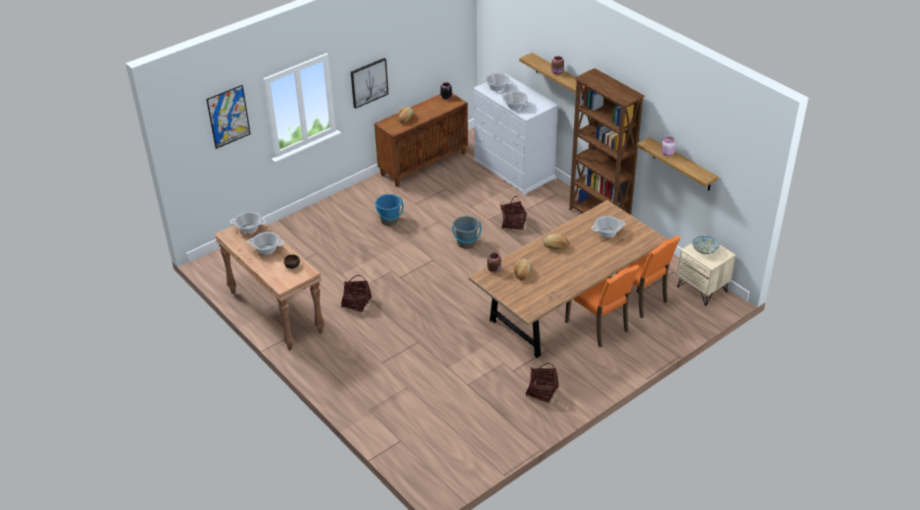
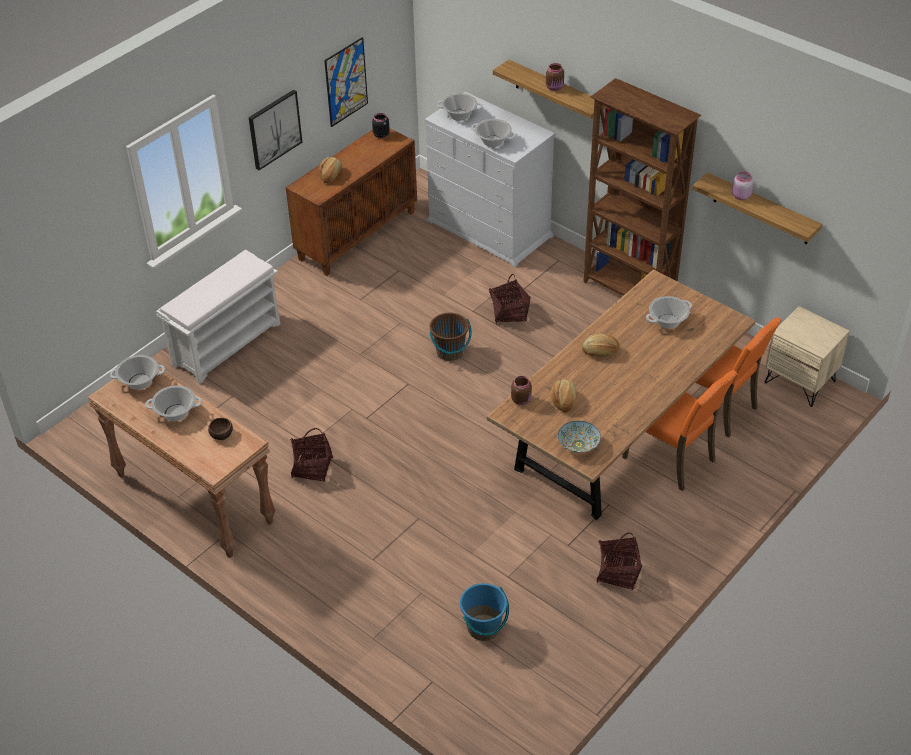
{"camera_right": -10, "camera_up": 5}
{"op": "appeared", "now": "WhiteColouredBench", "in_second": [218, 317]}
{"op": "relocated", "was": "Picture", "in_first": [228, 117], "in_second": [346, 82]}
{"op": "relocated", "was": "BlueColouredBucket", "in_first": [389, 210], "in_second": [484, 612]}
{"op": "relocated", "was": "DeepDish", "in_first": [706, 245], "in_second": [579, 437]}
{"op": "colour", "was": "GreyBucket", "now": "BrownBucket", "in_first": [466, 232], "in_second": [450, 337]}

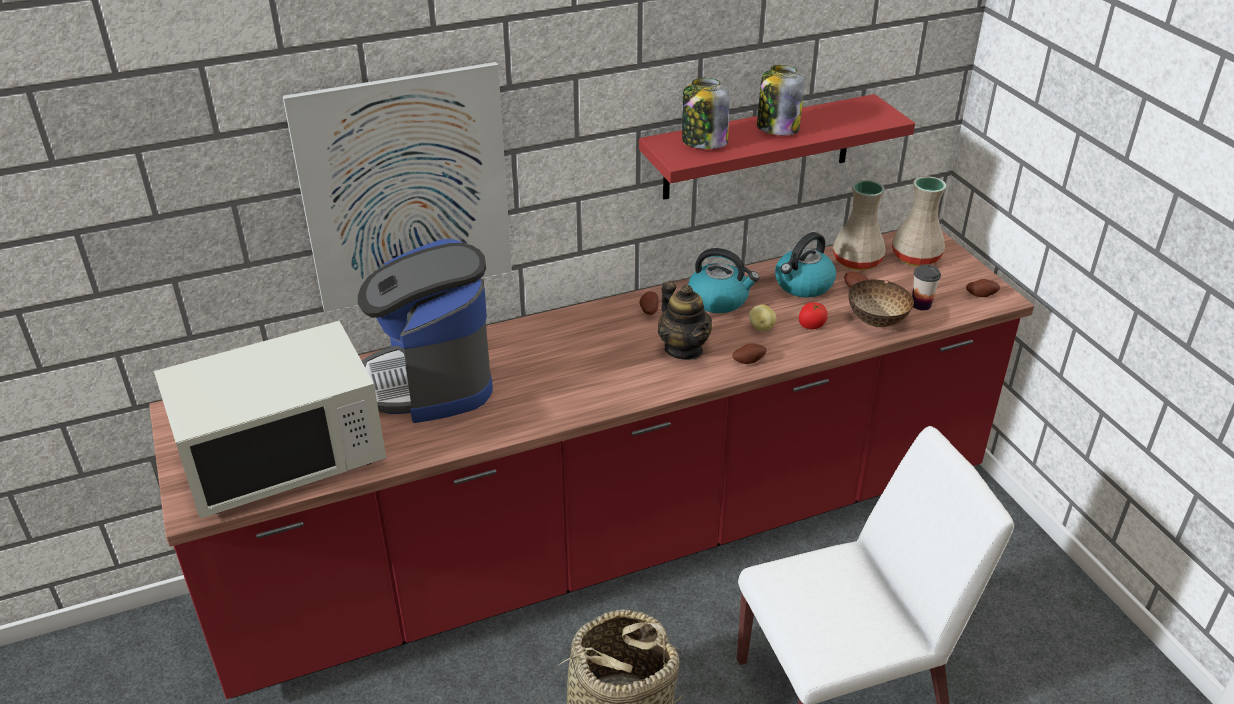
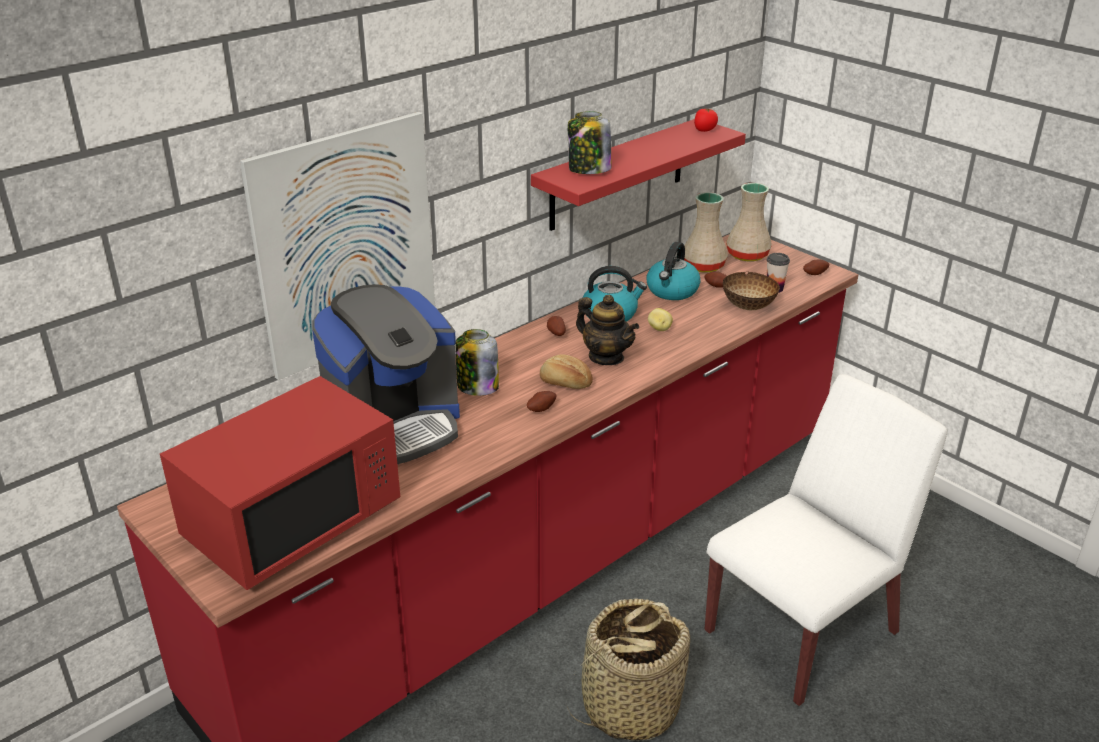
{"camera_right": -20, "camera_up": -5}
{"op": "appeared", "now": "BakeryBread", "in_second": [566, 371]}
{"op": "relocated", "was": "Potato", "in_first": [749, 353], "in_second": [541, 401]}
{"op": "relocated", "was": "StorageJar", "in_first": [780, 100], "in_second": [477, 362]}
{"op": "relocated", "was": "FreshTomato", "in_first": [813, 315], "in_second": [706, 120]}
{"op": "colour", "was": "WhiteColouredKitchenMicrowave", "now": "ReddishKitchenMicrowave", "in_first": [270, 420], "in_second": [280, 483]}
{"op": "spun", "was": "CoffeeBrewer", "in_first": [425, 331], "in_second": [386, 374], "clockwise": -90}

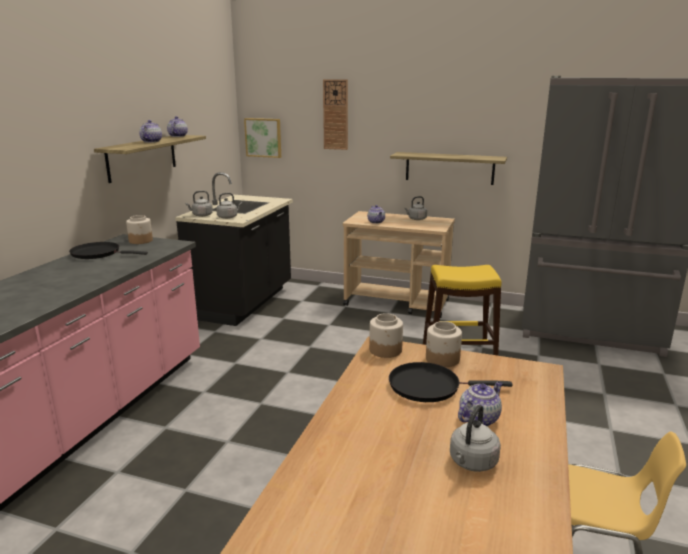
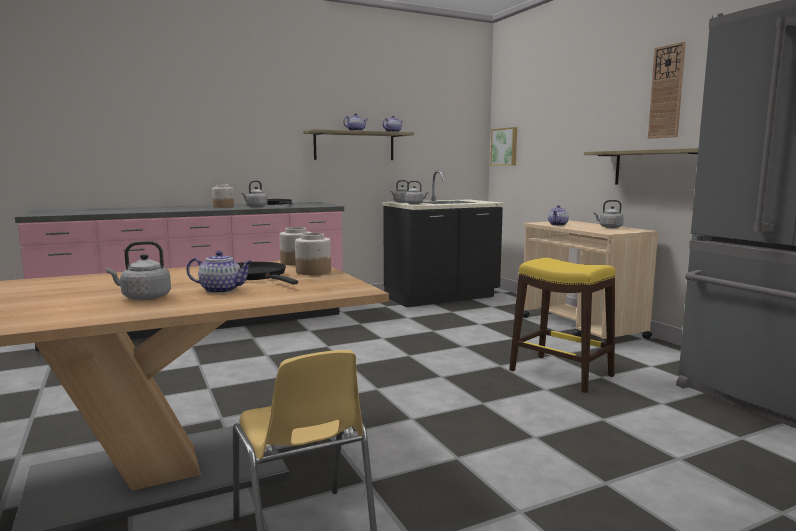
{"camera_right": 45, "camera_up": -10}
{"op": "appeared", "now": "GreyWaterKettle", "in_second": [255, 193]}
{"op": "relocated", "was": "StorageJar", "in_first": [139, 229], "in_second": [223, 196]}
{"op": "relocated", "was": "WallClock", "in_first": [335, 114], "in_second": [667, 90]}

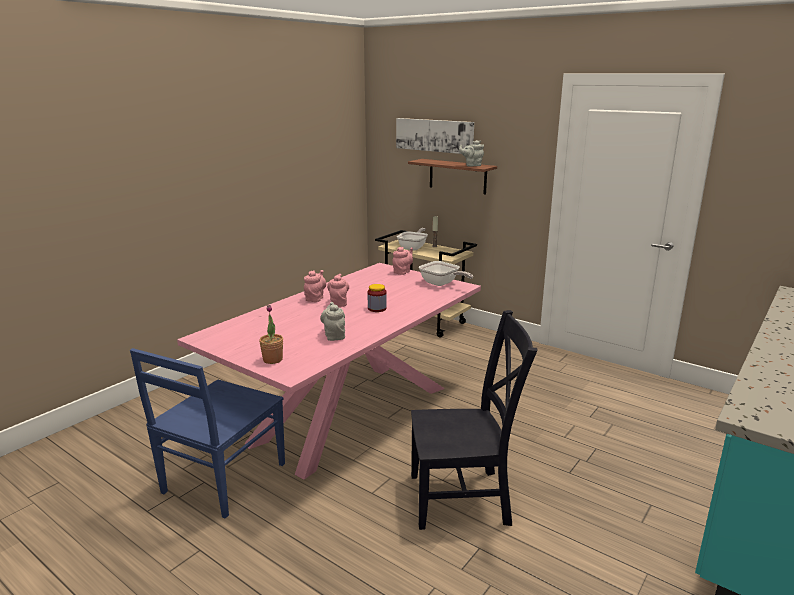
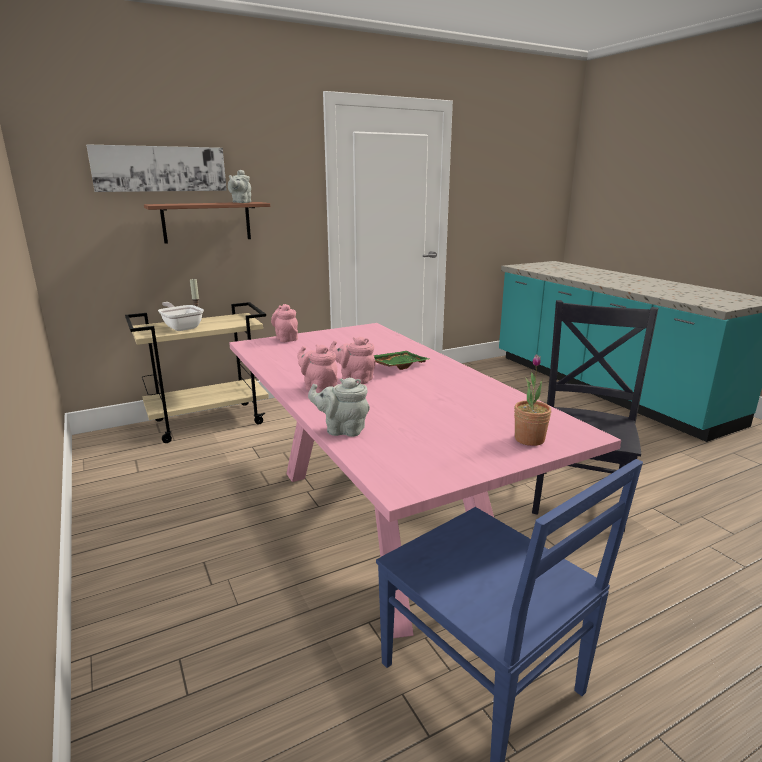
{"camera_right": -65, "camera_up": 0}
{"op": "missing", "was": "Pan", "in_first": [446, 273]}
{"op": "relocated", "was": "GreyTeaPot", "in_first": [332, 321], "in_second": [339, 407]}
{"op": "exchanged", "was": "StorageJar", "now": "GreenishCarryingTray", "in_first": [377, 298], "in_second": [401, 360]}

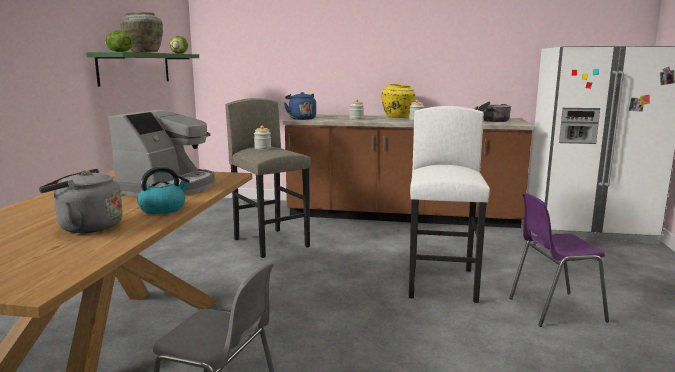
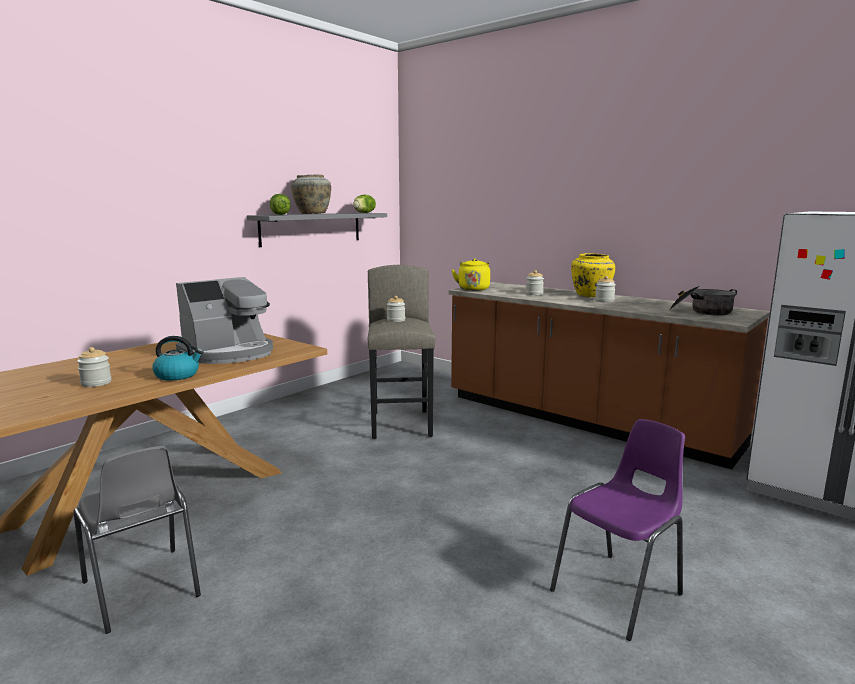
{"camera_right": 30, "camera_up": 0}
{"op": "missing", "was": "WhiteColouredStool", "in_first": [449, 204]}
{"op": "exchanged", "was": "GreyWaterKettle", "now": "StorageJar", "in_first": [81, 201], "in_second": [94, 367]}
{"op": "colour", "was": "GreenishWallShelf", "now": "GreyWallShelf", "in_first": [142, 69], "in_second": [317, 230]}
{"op": "colour", "was": "BlueColouredWaterKettle", "now": "YellowColouredWaterKettle", "in_first": [300, 106], "in_second": [471, 274]}
{"op": "spun", "was": "PurpleColouredPlainChair", "in_first": [559, 260], "in_second": [617, 530], "clockwise": 120}

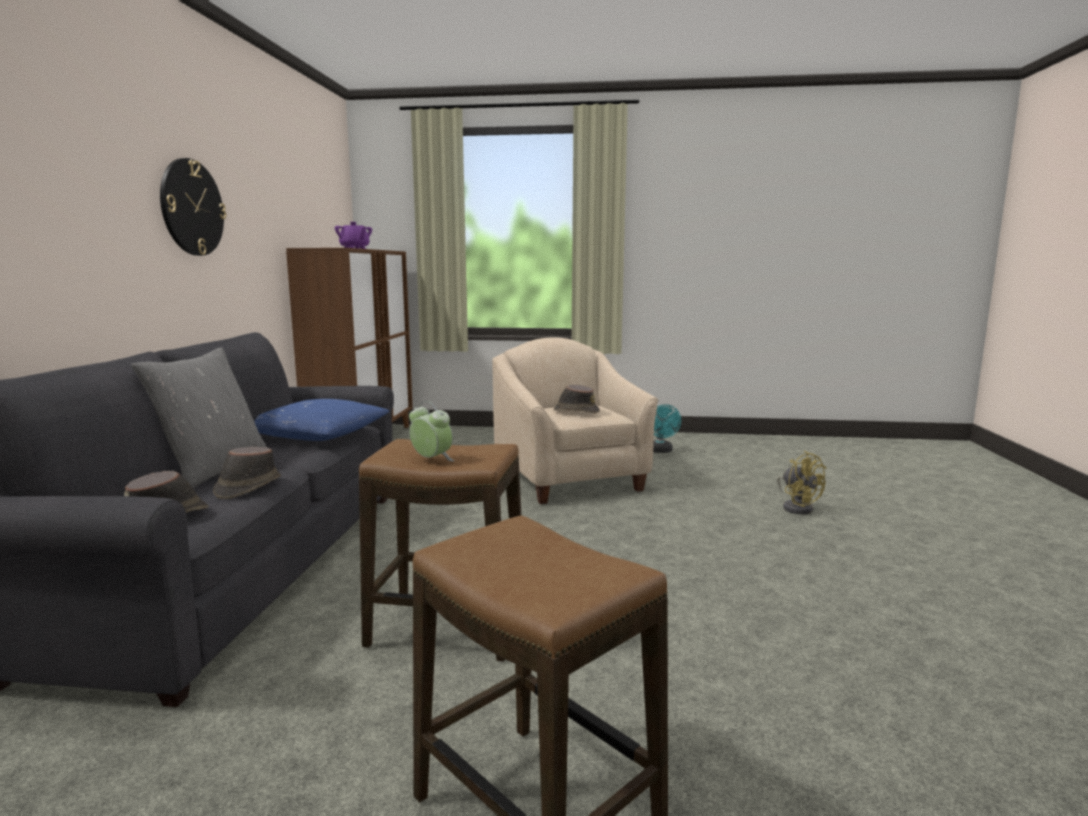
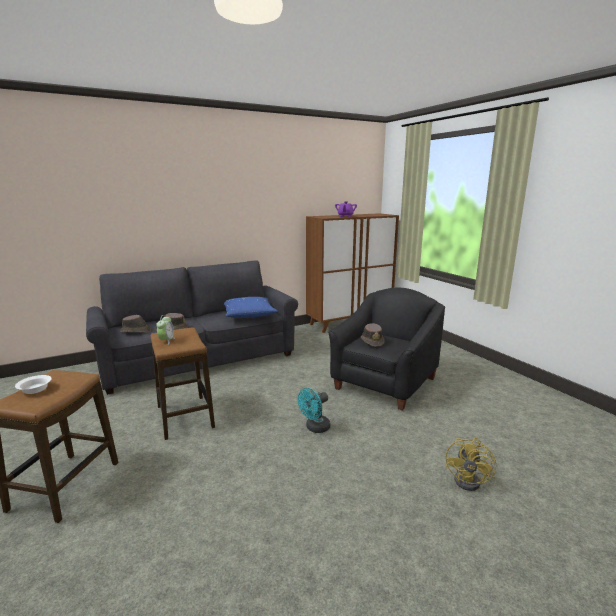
{"camera_right": 55, "camera_up": 5}
{"op": "missing", "was": "GreyThrowPillow", "in_first": [199, 417]}
{"op": "missing", "was": "WallClock", "in_first": [193, 207]}
{"op": "appeared", "now": "WhiteColouredDeepDish", "in_second": [33, 384]}
{"op": "relocated", "was": "TurquoiseColouredElectricFan", "in_first": [667, 428], "in_second": [314, 410]}
{"op": "colour", "was": "BeigeColouredLoungeChair", "now": "BlackLoungeChair", "in_first": [575, 420], "in_second": [387, 349]}

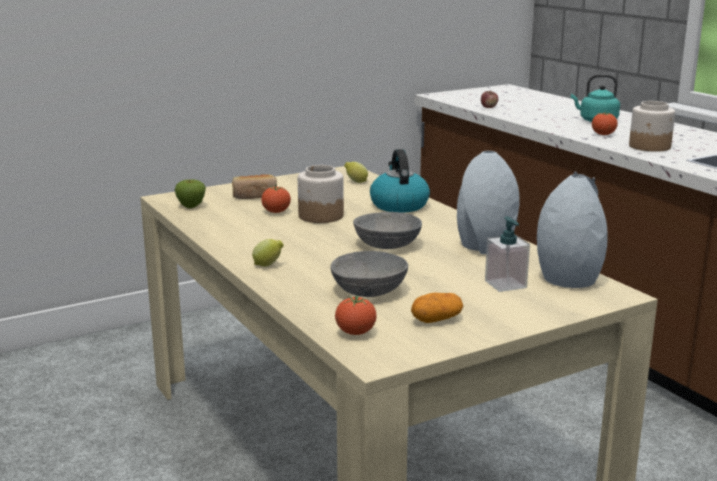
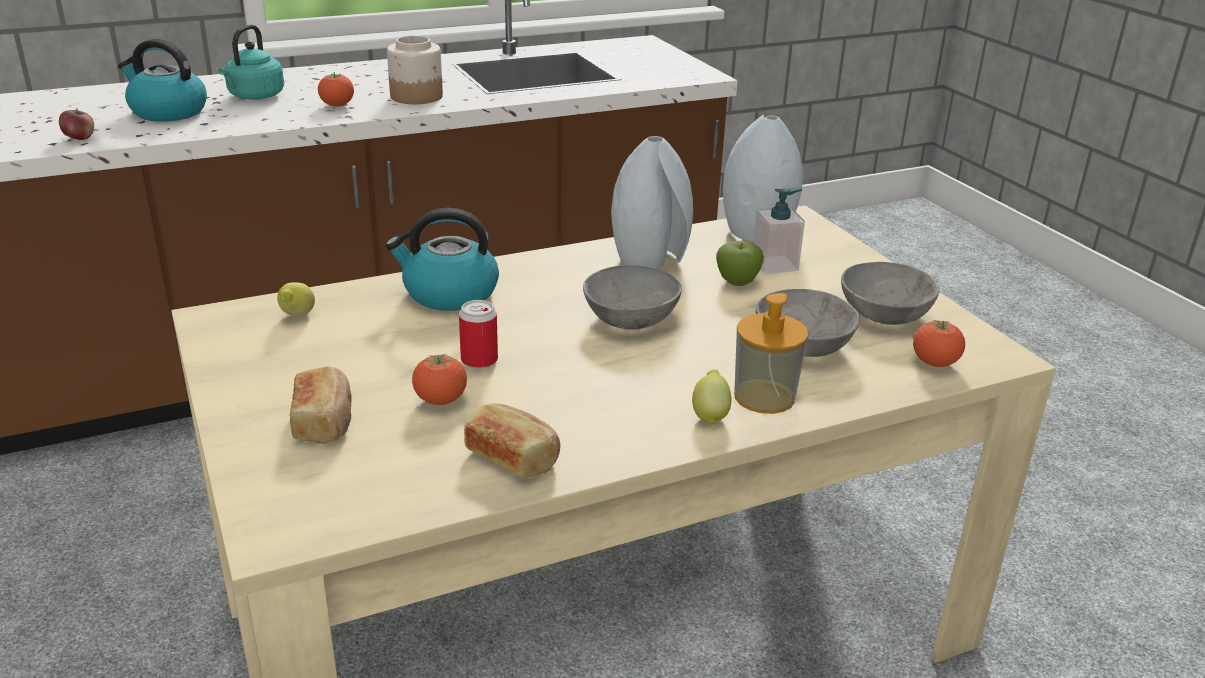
{"camera_right": -85, "camera_up": 10}
{"op": "appeared", "now": "WaterKettle", "in_second": [162, 80]}
{"op": "appeared", "now": "BakeryBread", "in_second": [512, 440]}
{"op": "appeared", "now": "SoapBottle", "in_second": [771, 353]}
{"op": "relocated", "was": "Apple", "in_first": [190, 193], "in_second": [740, 263]}
{"op": "exchanged", "was": "StorageJar", "now": "MetalCan", "in_first": [321, 194], "in_second": [478, 334]}
{"op": "exchanged", "was": "Potato", "now": "GreyDeepDish", "in_first": [437, 307], "in_second": [890, 293]}

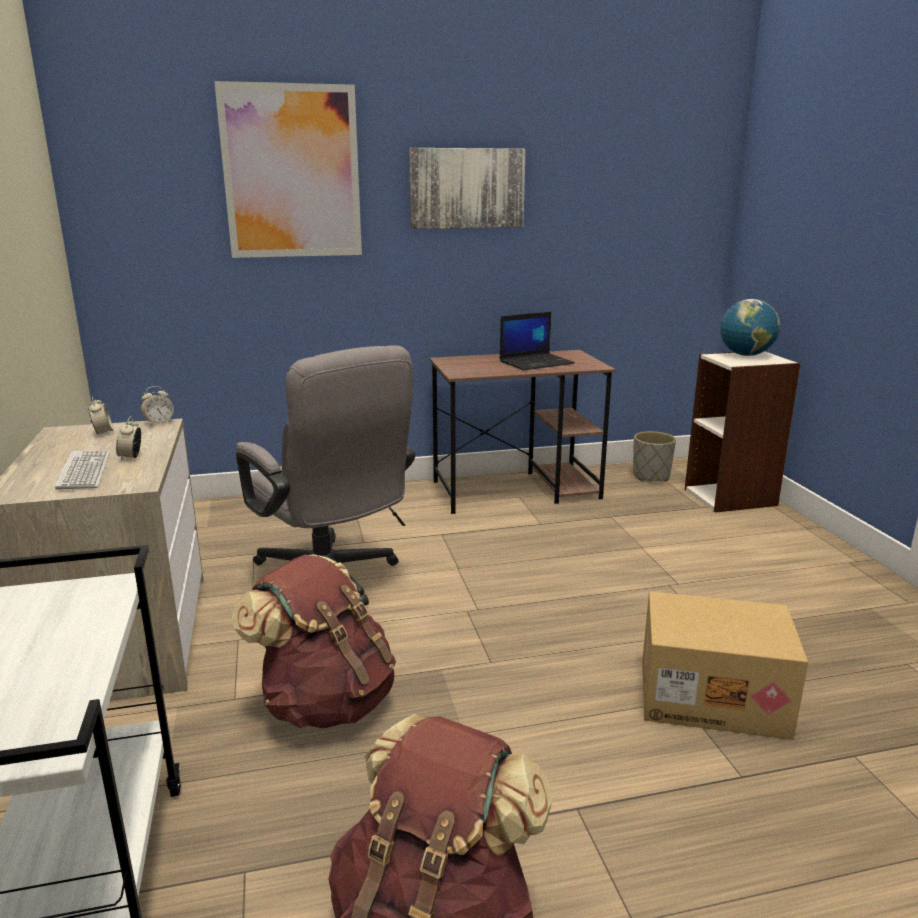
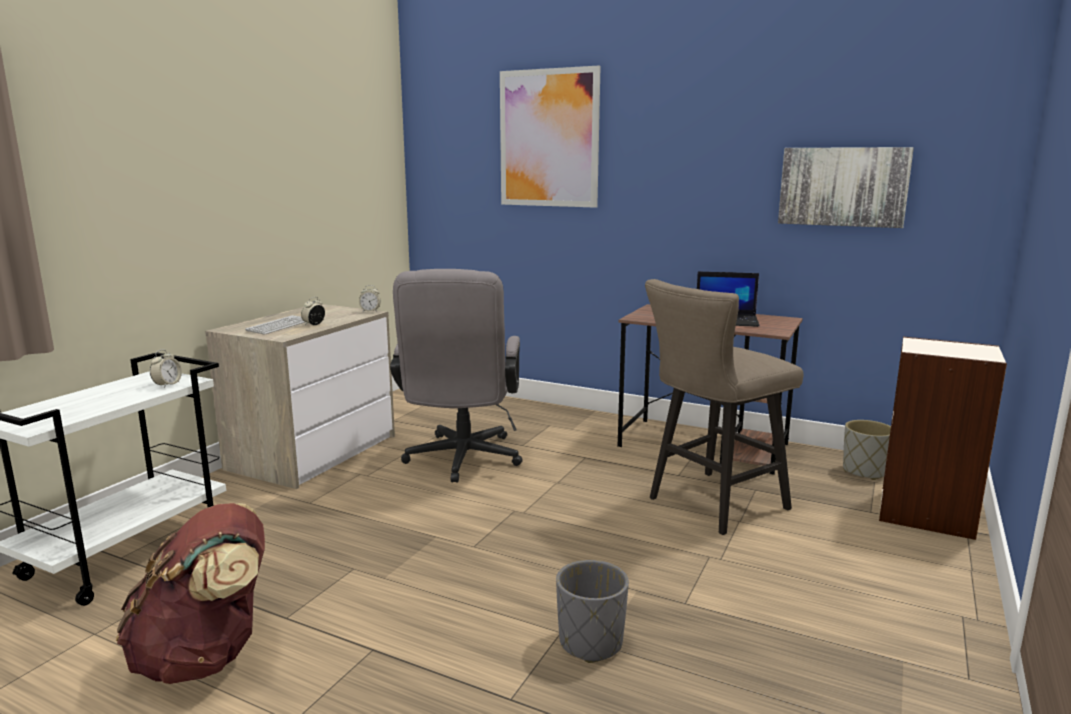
{"camera_right": 40, "camera_up": -5}
{"op": "missing", "was": "BrownKnapsack", "in_first": [314, 641]}
{"op": "missing", "was": "WorldGlobe", "in_first": [750, 327]}
{"op": "appeared", "now": "BeigeColouredStool", "in_second": [724, 407]}
{"op": "relocated", "was": "BedsideClock", "in_first": [100, 415], "in_second": [166, 369]}
{"op": "relocated", "was": "Picture", "in_first": [467, 188], "in_second": [846, 187]}
{"op": "exchanged", "was": "Carton", "now": "GreyFlowerPot", "in_first": [725, 665], "in_second": [592, 611]}

